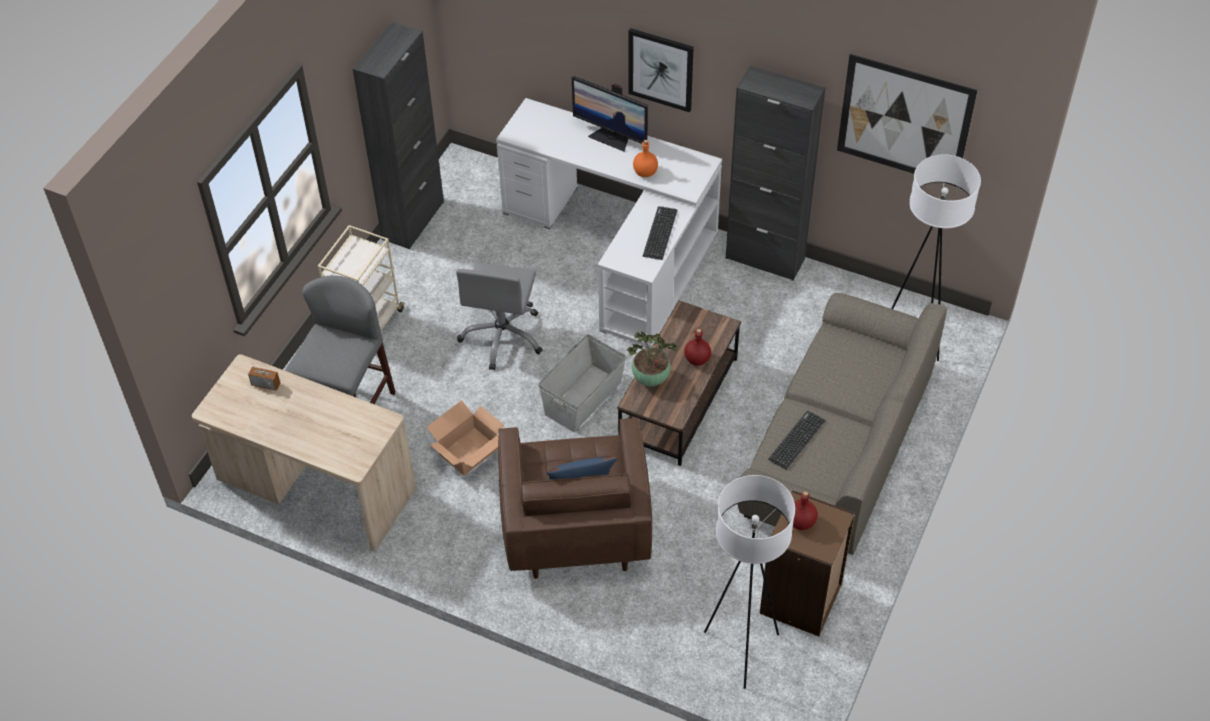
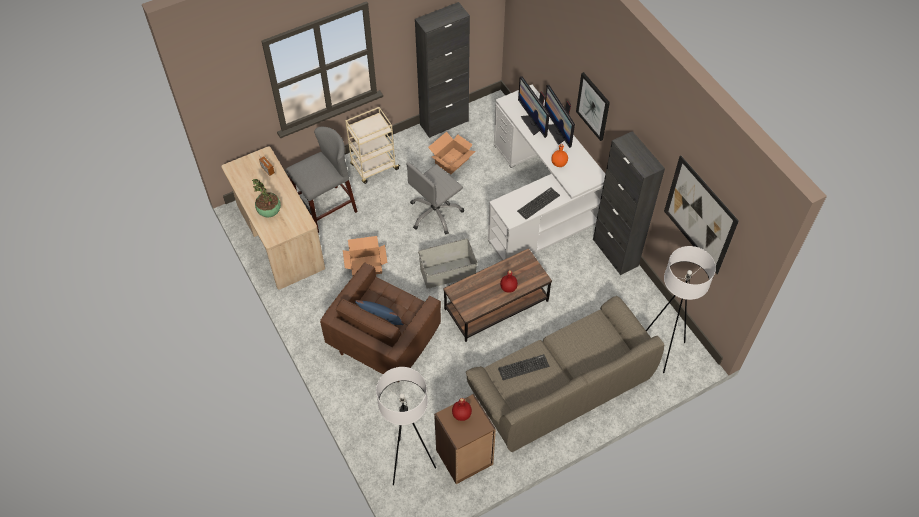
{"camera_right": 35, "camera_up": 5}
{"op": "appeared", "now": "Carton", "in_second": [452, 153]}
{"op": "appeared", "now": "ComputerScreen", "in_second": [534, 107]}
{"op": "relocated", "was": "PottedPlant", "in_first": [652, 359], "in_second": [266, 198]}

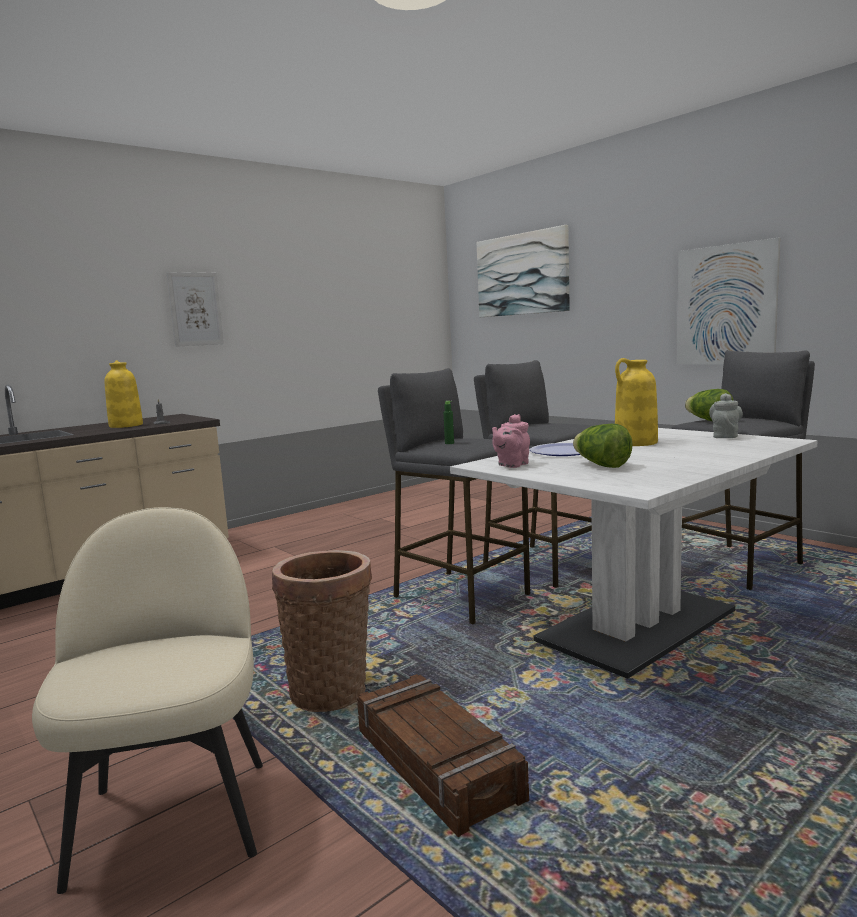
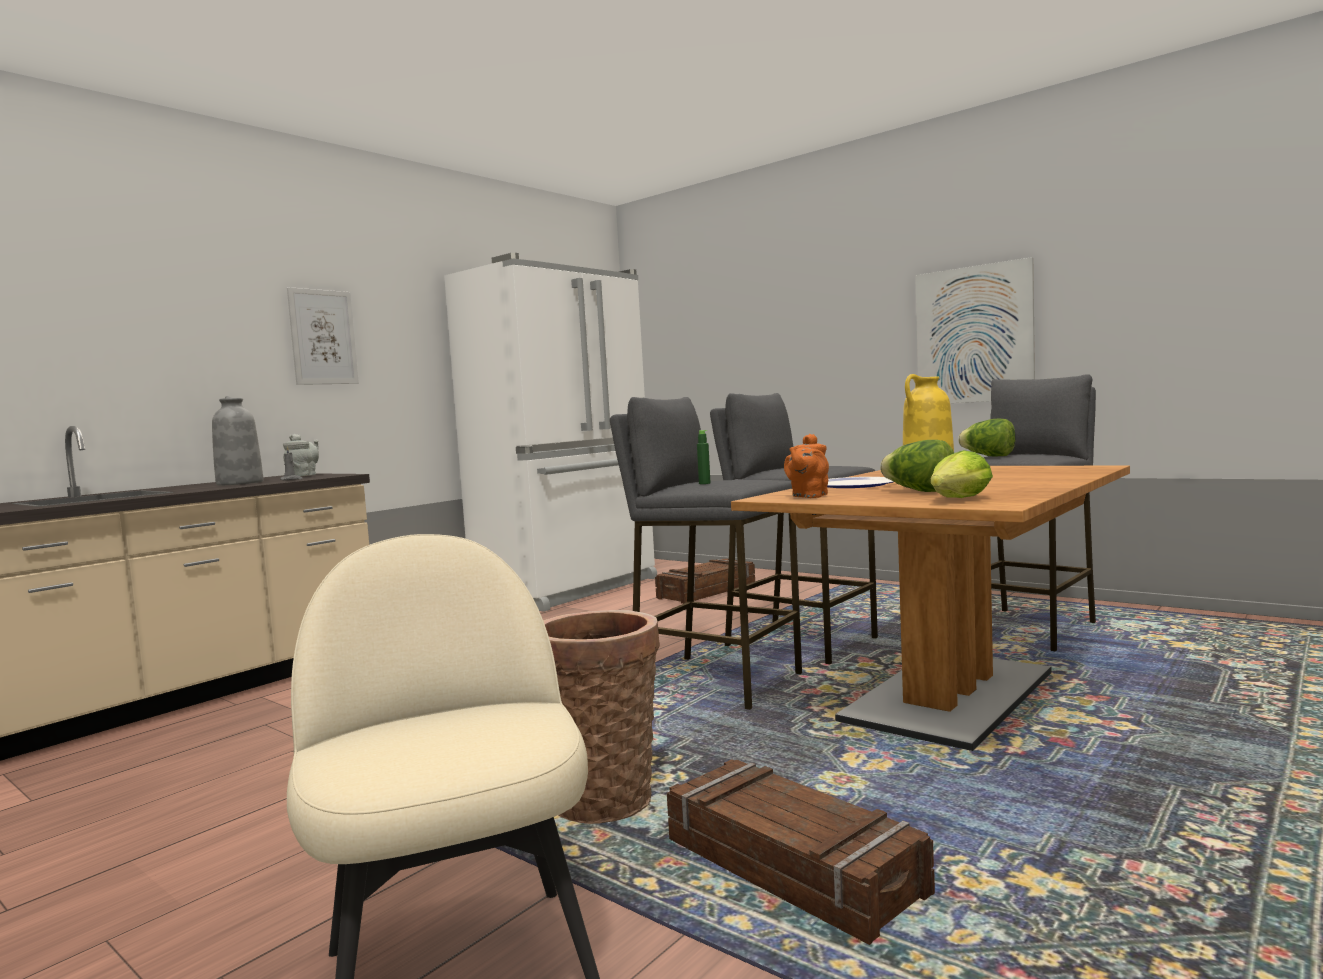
{"camera_right": -10, "camera_up": -5}
{"op": "missing", "was": "Picture", "in_first": [523, 271]}
{"op": "appeared", "now": "WhiteColouredRefrigerator", "in_second": [550, 432]}
{"op": "appeared", "now": "PackingCrate", "in_second": [705, 581]}
{"op": "appeared", "now": "HeadOfLettuce", "in_second": [962, 474]}
{"op": "relocated", "was": "GreyTeaPot", "in_first": [726, 415], "in_second": [301, 455]}
{"op": "colour", "was": "YellowColouredFlowerVase", "now": "GreyFlowerVase", "in_first": [124, 394], "in_second": [238, 440]}
{"op": "colour", "was": "WhiteColouredDinnerTable", "now": "BrownDinnerTable", "in_first": [633, 553], "in_second": [930, 608]}
{"op": "colour", "was": "PinkTeaPot", "now": "OrangeColouredTeaPot", "in_first": [511, 441], "in_second": [806, 466]}

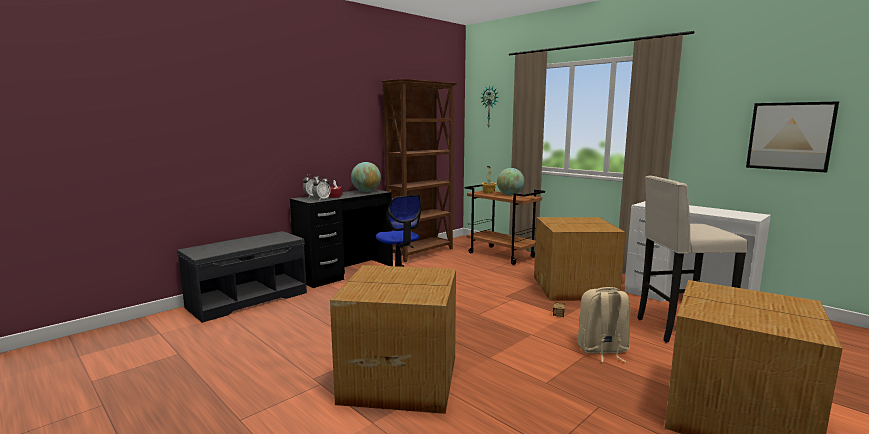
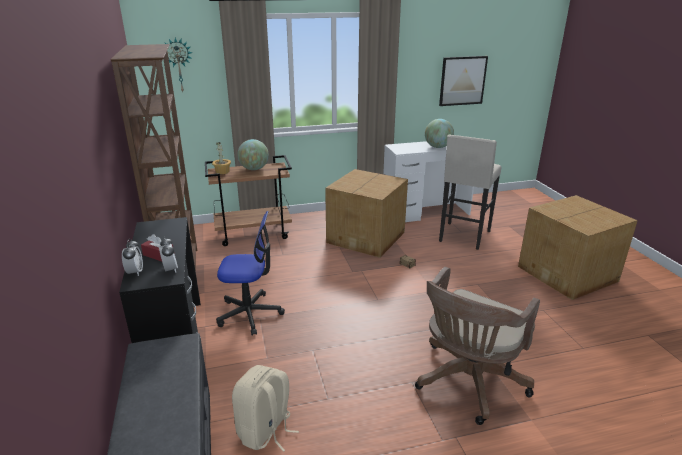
{"camera_right": -60, "camera_up": 15}
{"op": "relocated", "was": "WorldGlobe", "in_first": [366, 177], "in_second": [439, 133]}
{"op": "relocated", "was": "BeigeColouredKnapsack", "in_first": [603, 324], "in_second": [265, 408]}
{"op": "exchanged", "was": "Carton", "now": "BrownOfficeChair", "in_first": [393, 339], "in_second": [477, 346]}

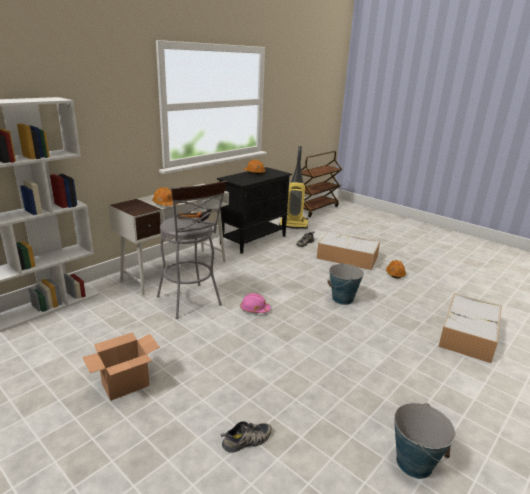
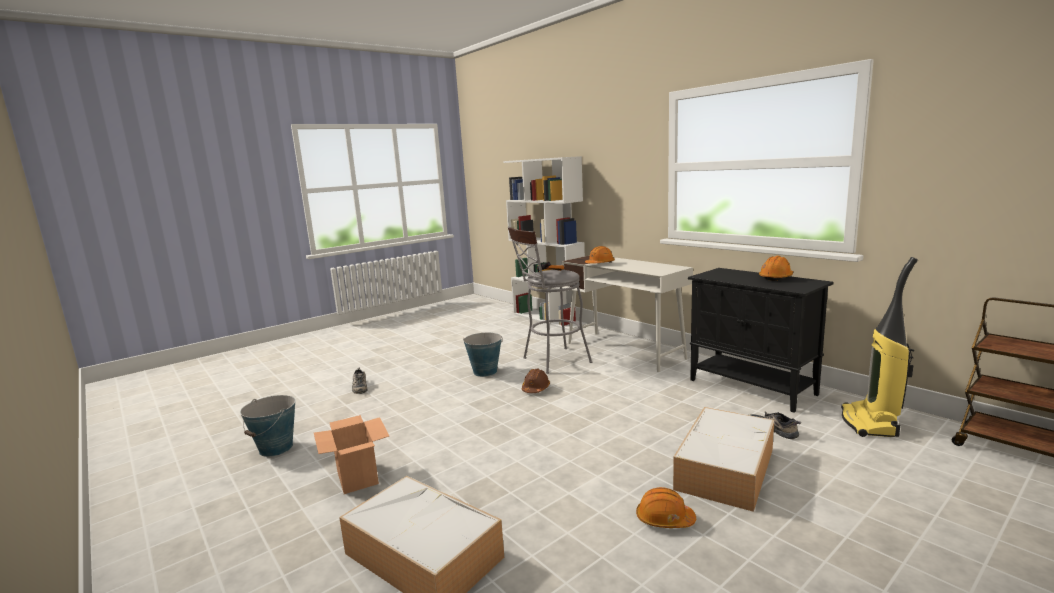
{"camera_right": 100, "camera_up": -10}
{"op": "relocated", "was": "Carton", "in_first": [121, 367], "in_second": [351, 454]}
{"op": "relocated", "was": "Bucket", "in_first": [346, 284], "in_second": [483, 355]}
{"op": "colour", "was": "PinkHardHat", "now": "BrownHardHat", "in_first": [255, 303], "in_second": [536, 381]}

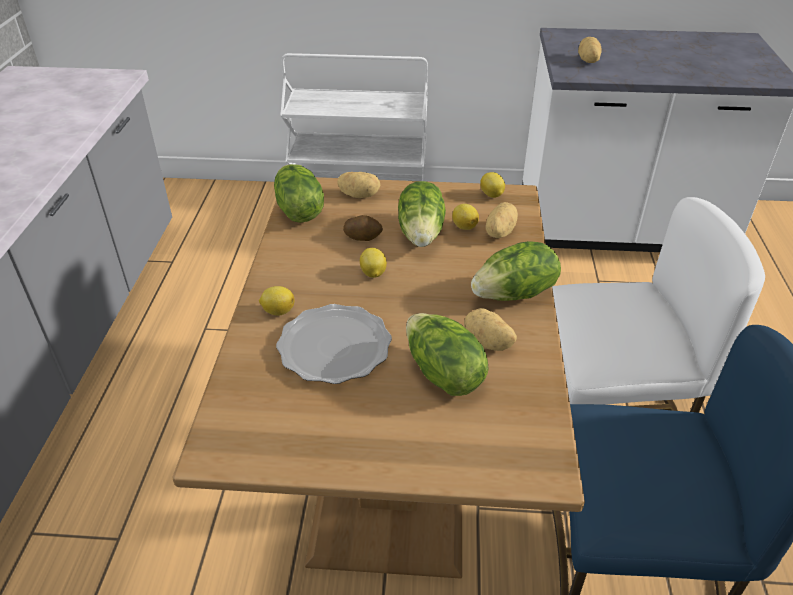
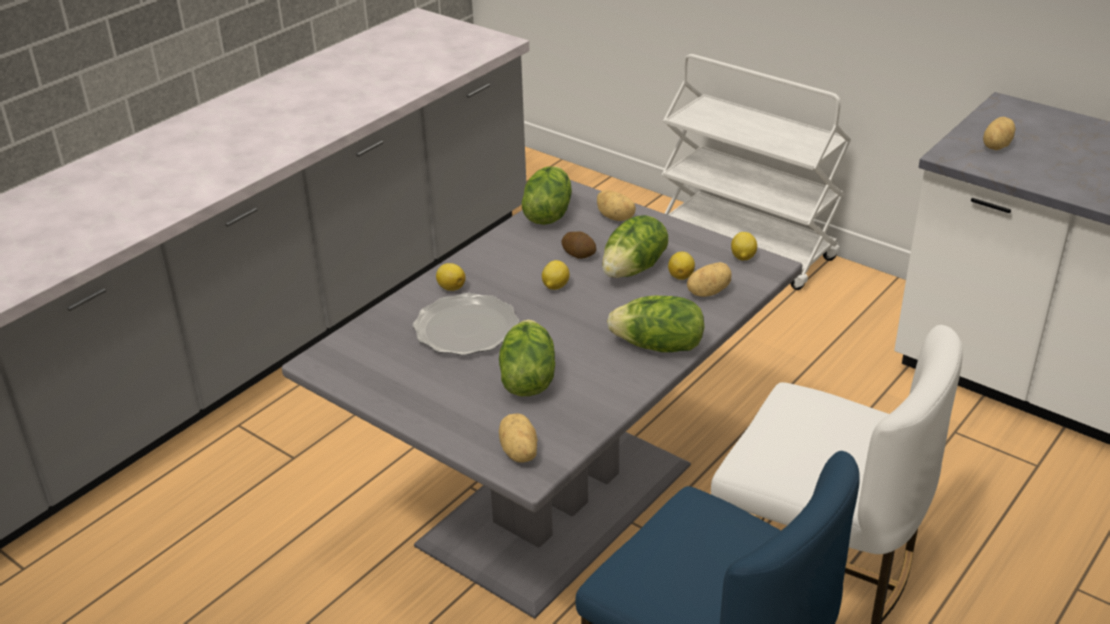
{"camera_right": 35, "camera_up": -5}
{"op": "relocated", "was": "Potato", "in_first": [490, 329], "in_second": [518, 438]}
{"op": "colour", "was": "BrownDinnerTable", "now": "GreyDinnerTable", "in_first": [379, 377], "in_second": [542, 399]}

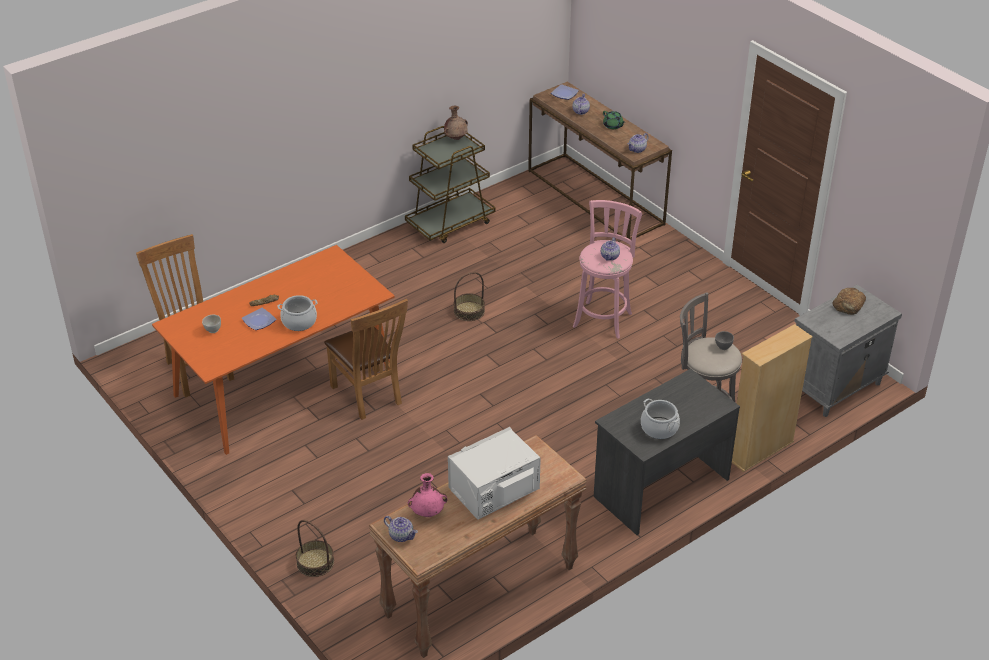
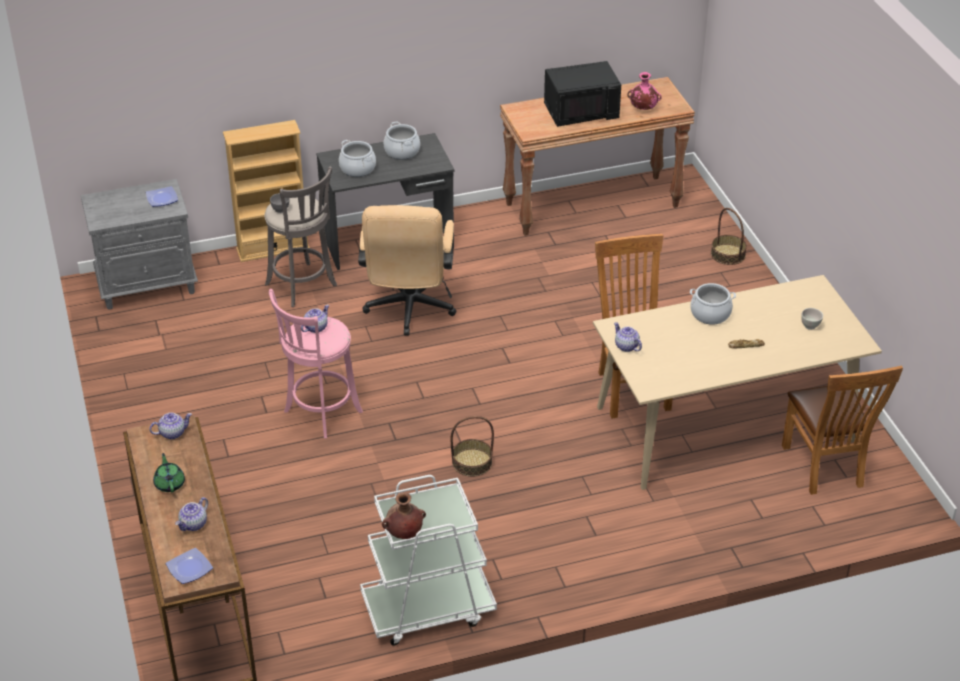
{"camera_right": -160, "camera_up": 0}
{"op": "missing", "was": "BakeryBread", "in_first": [849, 301]}
{"op": "appeared", "now": "Saucepot", "in_second": [357, 158]}
{"op": "appeared", "now": "BeigeColouredOfficeChair", "in_second": [407, 270]}
{"op": "relocated", "was": "DinnerPlate", "in_first": [259, 319], "in_second": [162, 196]}
{"op": "relocated", "was": "TeaPot", "in_first": [401, 529], "in_second": [628, 337]}
{"op": "colour", "was": "OrangeColouredDinnerTable", "now": "BeigeColouredDinnerTable", "in_first": [273, 350], "in_second": [737, 382]}
{"op": "colour", "was": "BrownWheeledCart", "now": "WhiteColouredWheeledCart", "in_first": [450, 184], "in_second": [428, 560]}
{"op": "colour", "was": "WhiteColouredKitchenMicrowave", "now": "BlackKitchenMicrowave", "in_first": [494, 473], "in_second": [582, 94]}

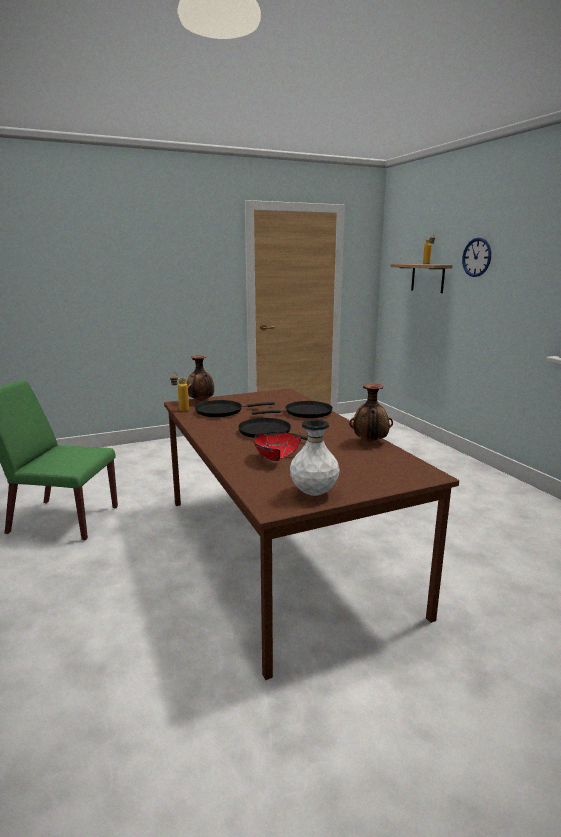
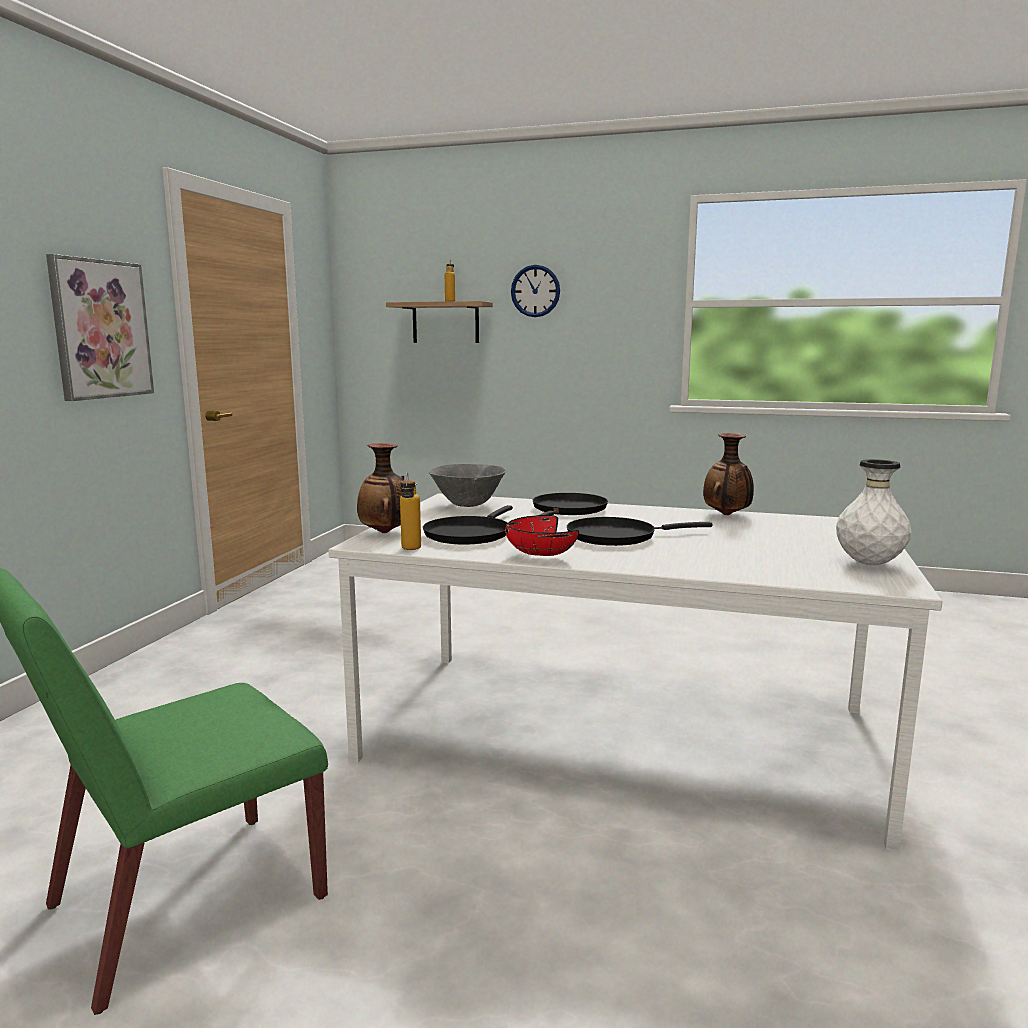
{"camera_right": -50, "camera_up": -5}
{"op": "appeared", "now": "Picture", "in_second": [100, 327]}
{"op": "appeared", "now": "GreyDeepDish", "in_second": [467, 485]}
{"op": "relocated", "was": "ReddishDeepDish", "in_first": [277, 446], "in_second": [542, 535]}
{"op": "colour", "was": "BrownDinnerTable", "now": "WhiteColouredDinnerTable", "in_first": [311, 534], "in_second": [635, 672]}

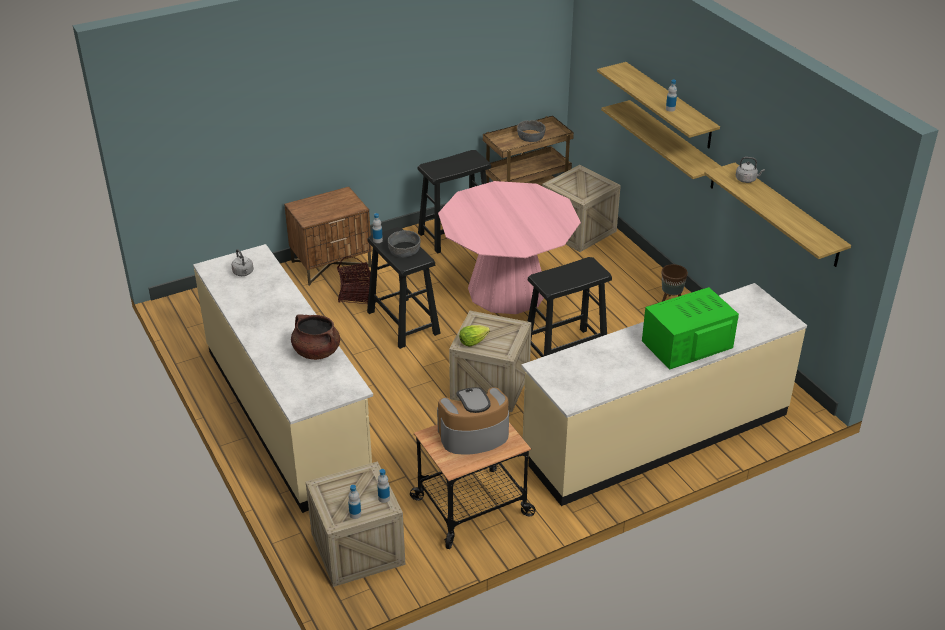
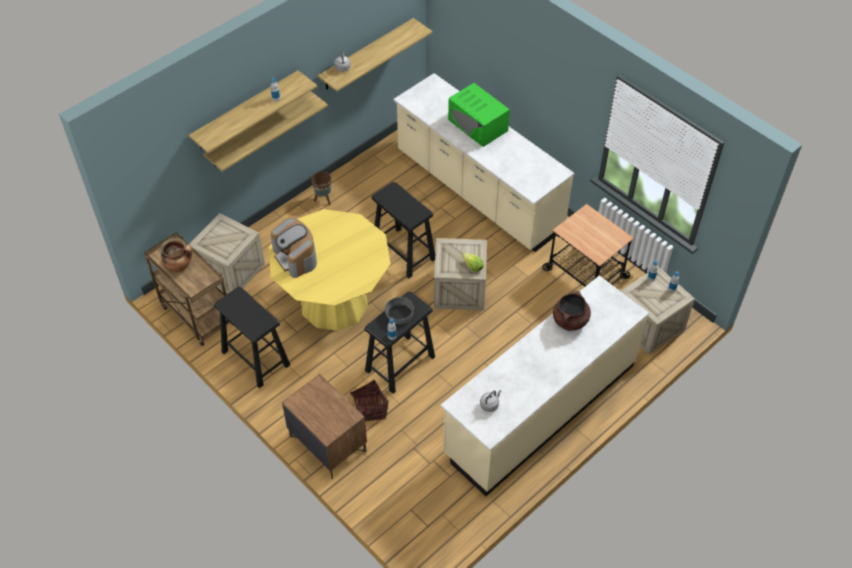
{"camera_right": -105, "camera_up": 15}
{"op": "relocated", "was": "CoffeeBrewer", "in_first": [473, 421], "in_second": [294, 248]}
{"op": "exchanged", "was": "GreyDeepDish", "now": "Saucepot", "in_first": [531, 131], "in_second": [176, 255]}
{"op": "colour", "was": "PinkDinnerTable", "now": "YellowColouredDinnerTable", "in_first": [509, 247], "in_second": [330, 270]}

